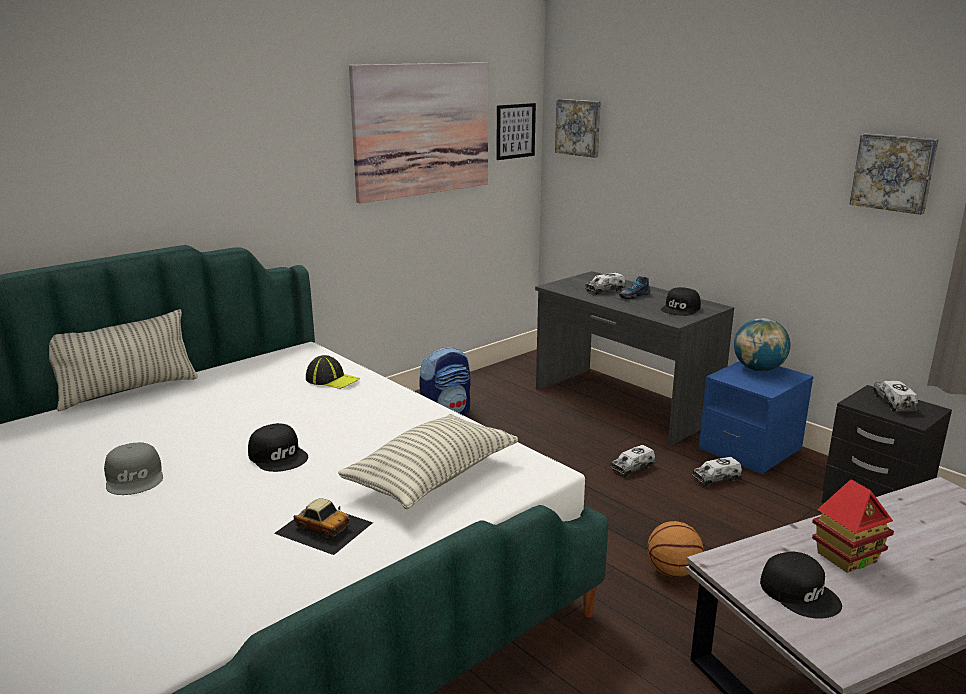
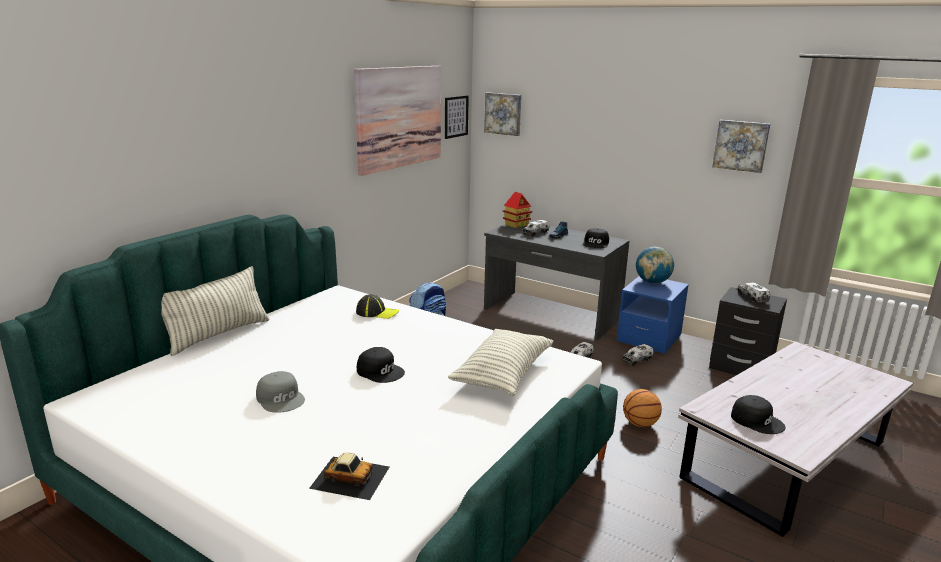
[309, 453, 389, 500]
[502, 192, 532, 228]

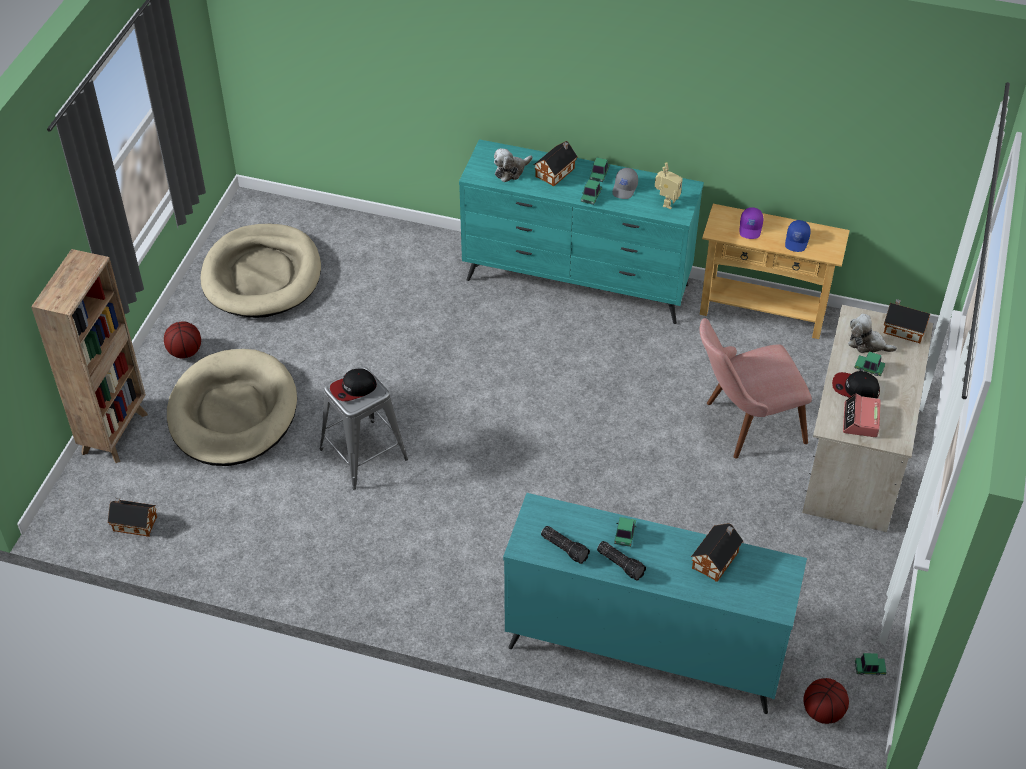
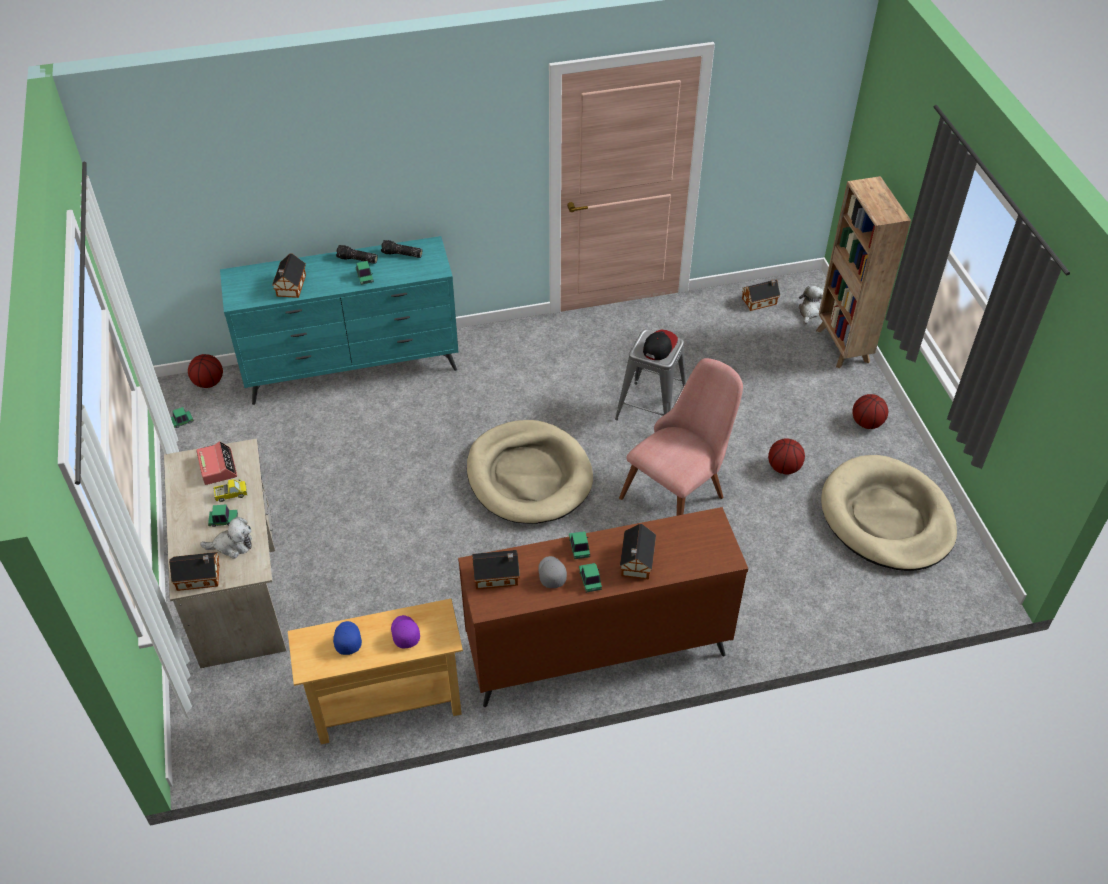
[213, 479, 248, 502]
[458, 507, 748, 707]
[467, 420, 593, 524]
[472, 550, 520, 589]
[619, 358, 743, 516]
[768, 438, 805, 474]
[799, 286, 823, 325]

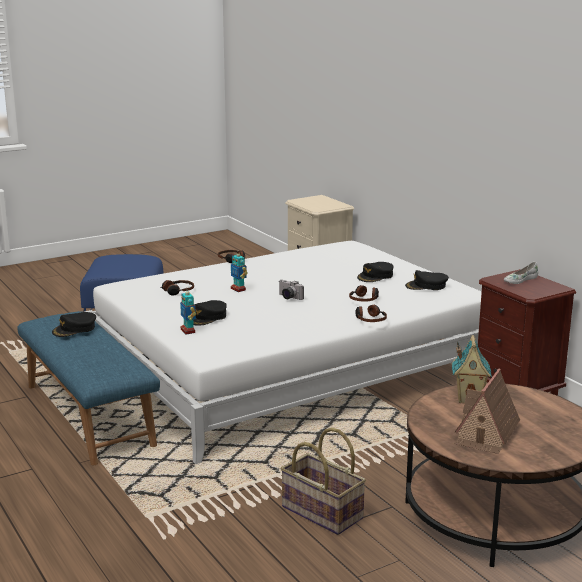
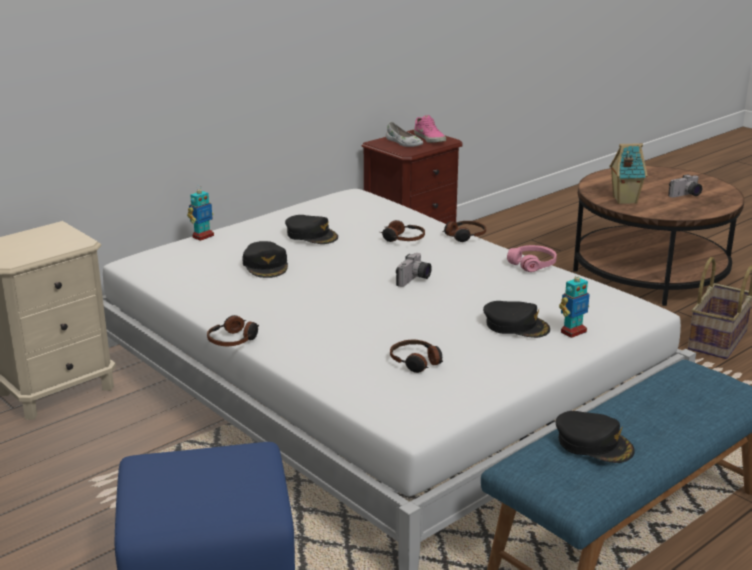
[187, 185, 214, 241]
[242, 241, 288, 278]
[414, 115, 446, 143]
[507, 245, 557, 272]
[668, 174, 702, 198]

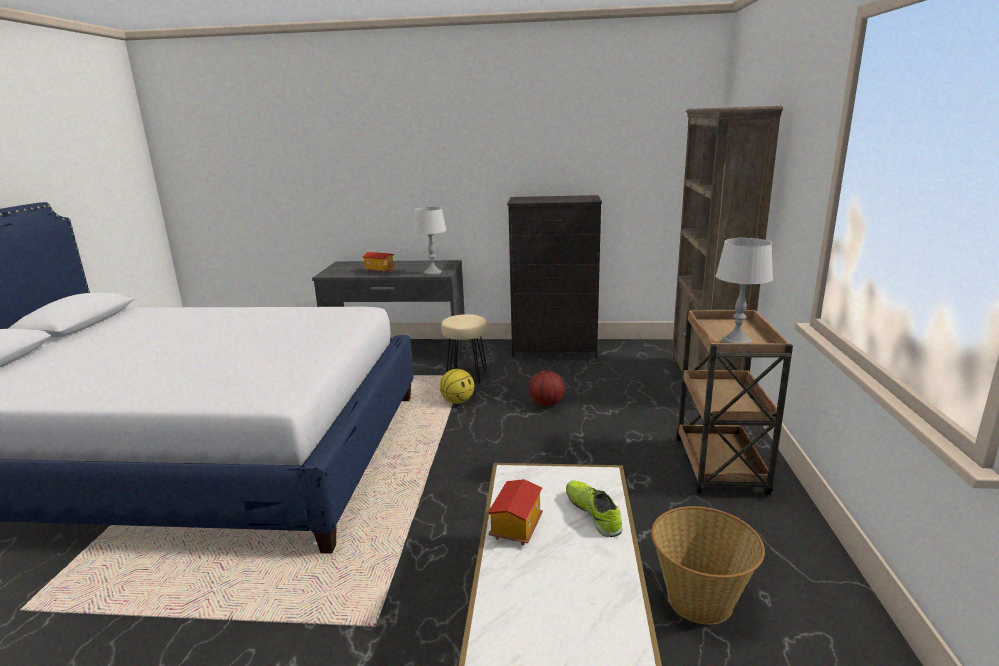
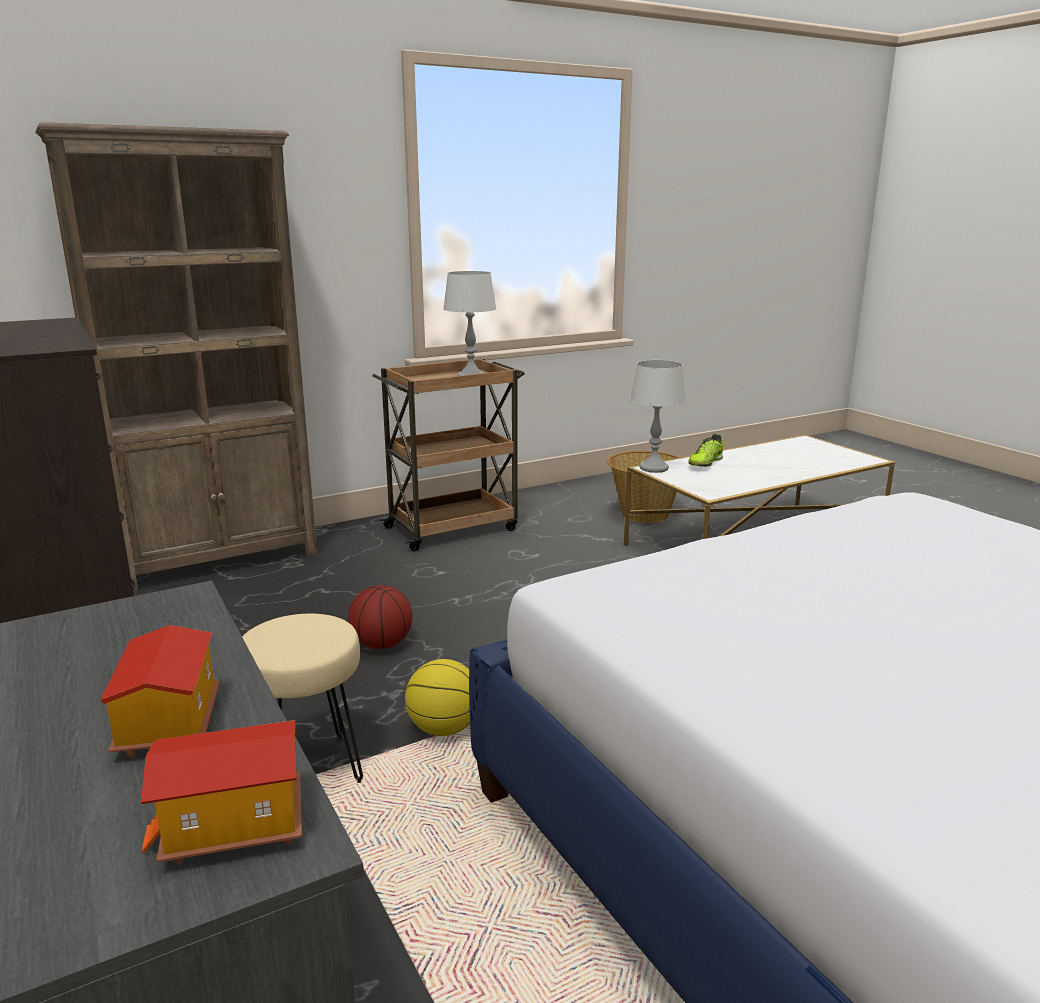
[141, 720, 302, 864]
[630, 360, 686, 473]

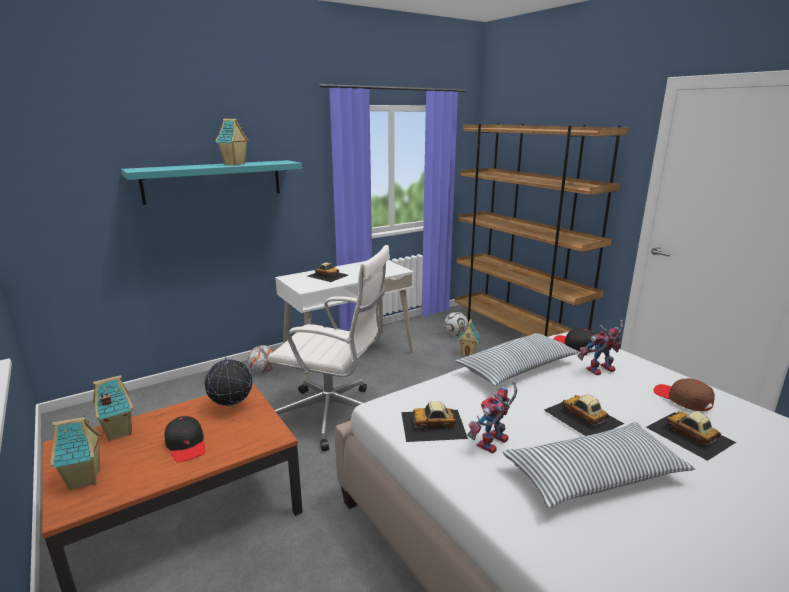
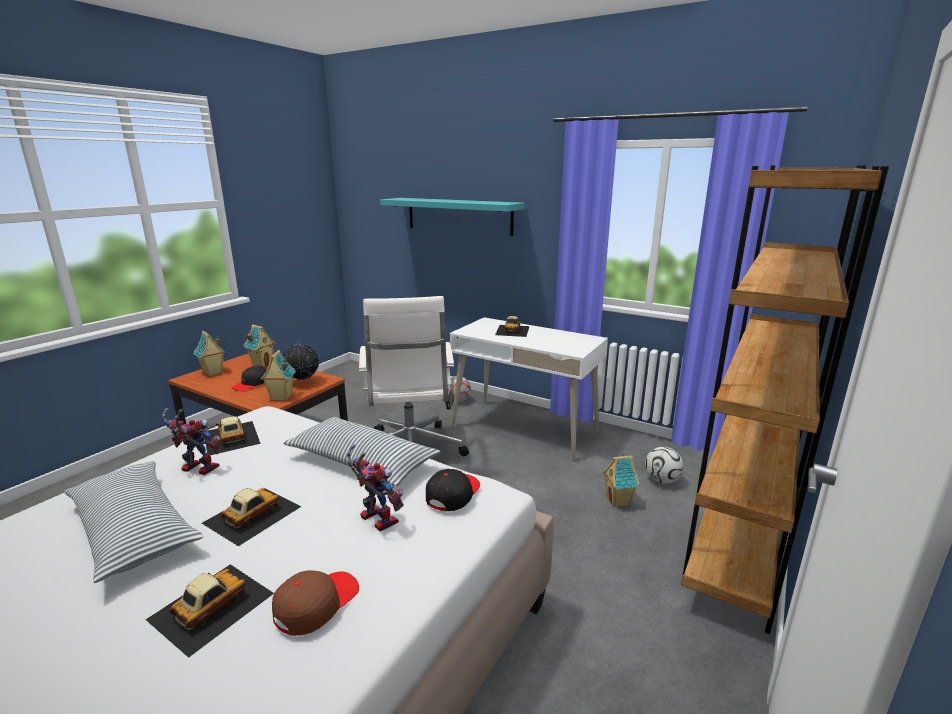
[261, 350, 295, 401]

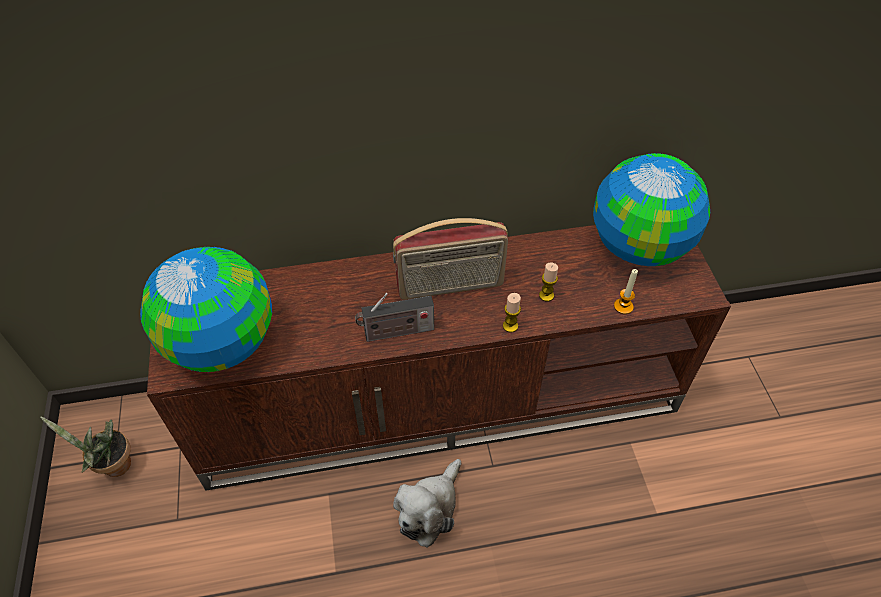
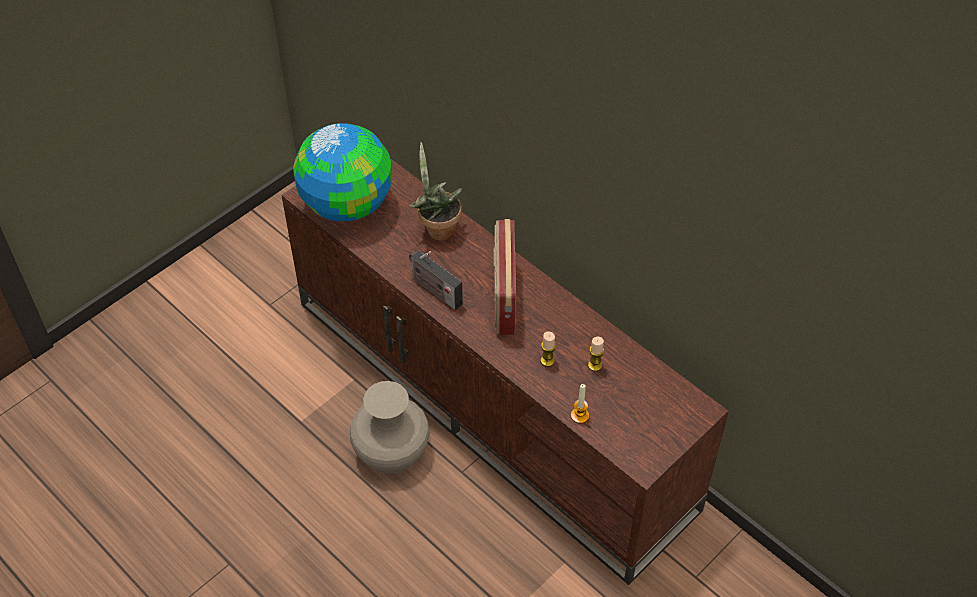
[350, 381, 430, 474]
[409, 142, 462, 241]
[494, 219, 516, 335]
[588, 337, 604, 371]
[593, 153, 710, 266] (first image)

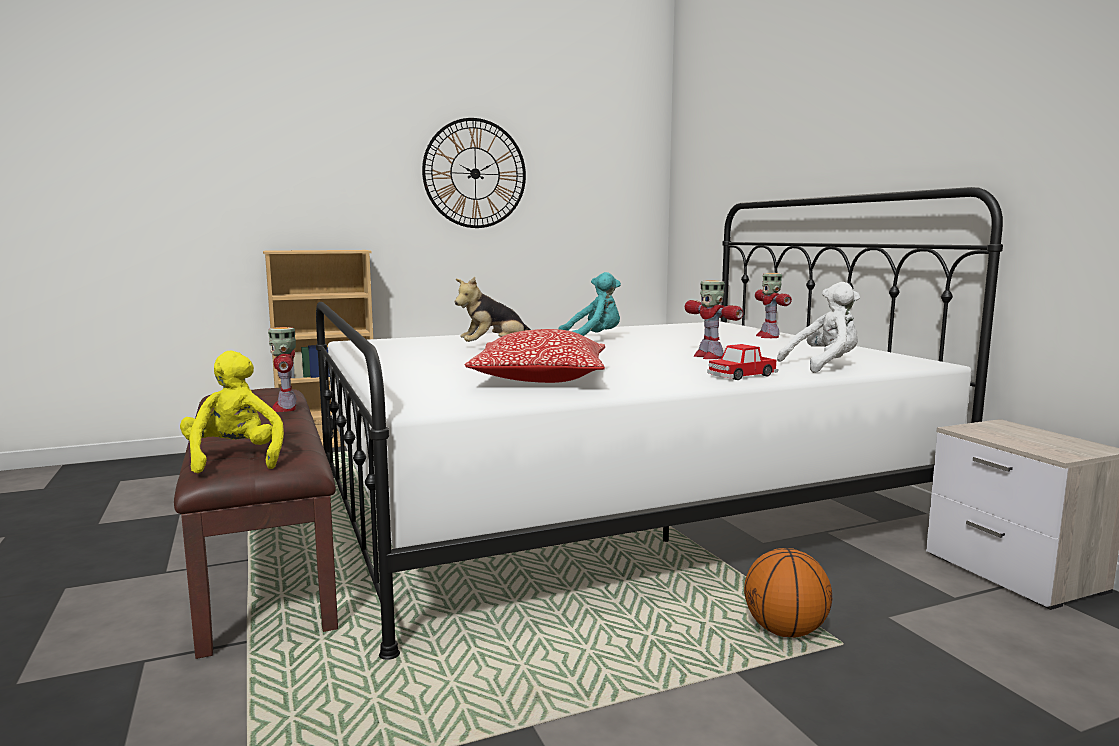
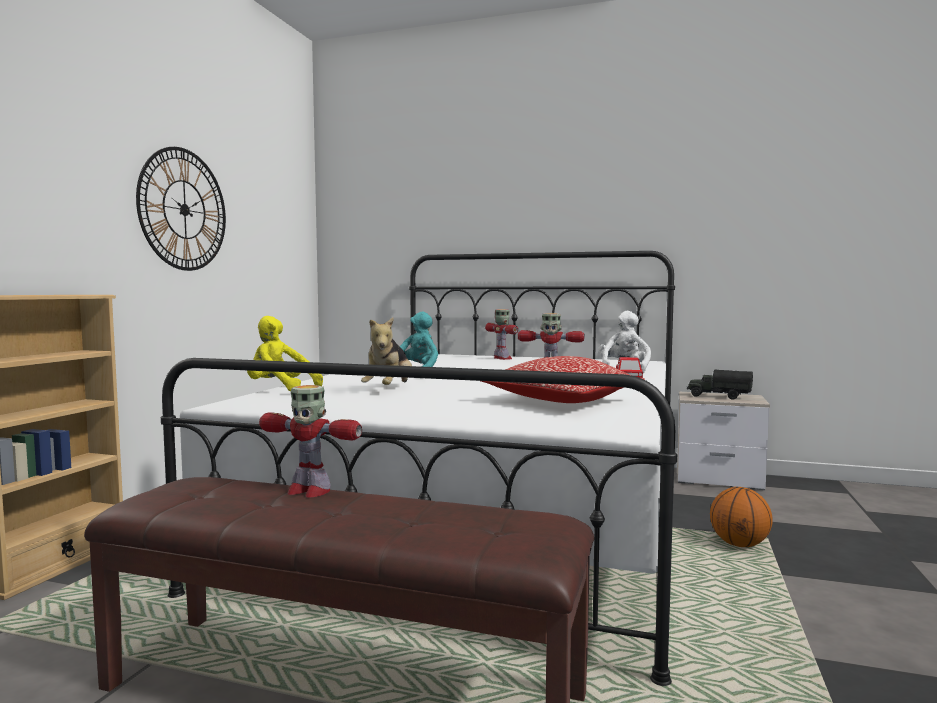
[247, 316, 323, 391]
[485, 309, 518, 360]
[687, 370, 753, 400]

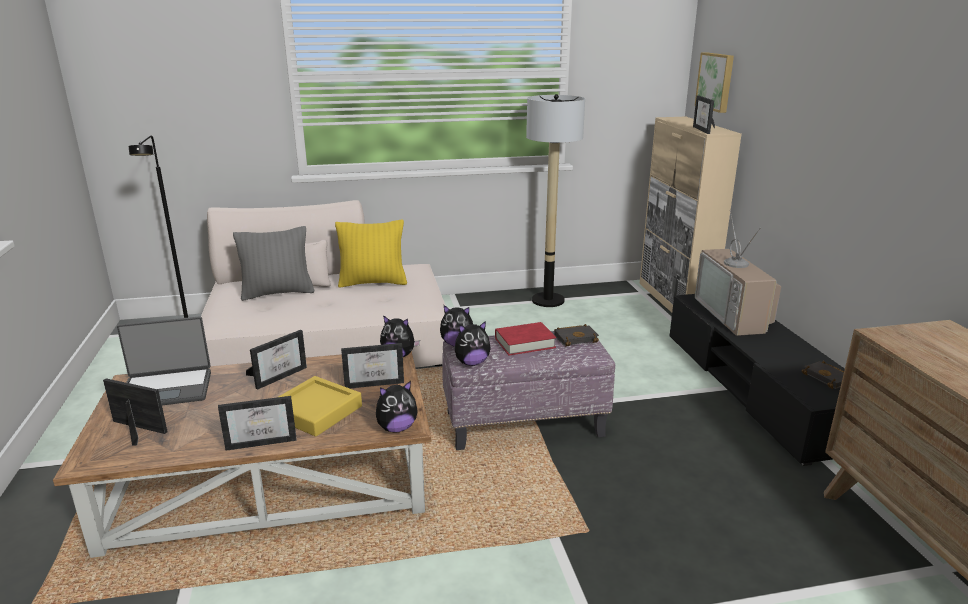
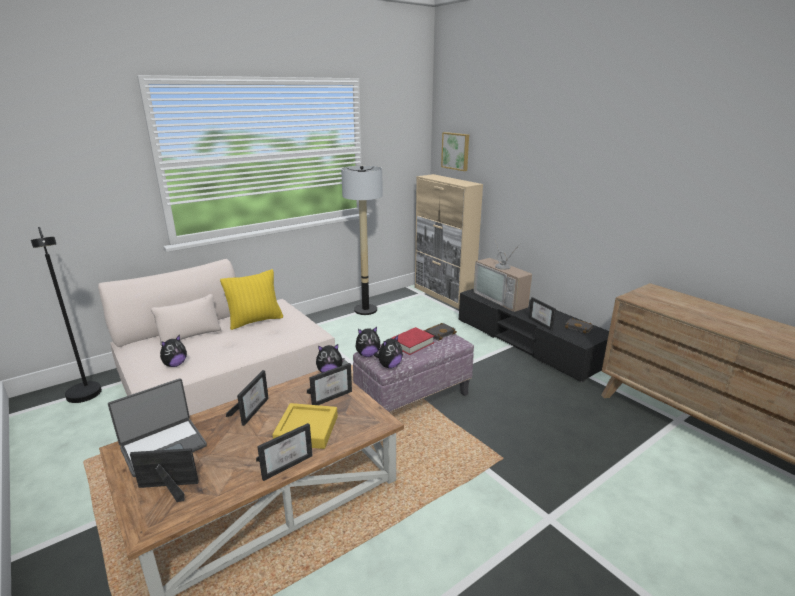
[160, 335, 187, 367]
[529, 297, 556, 331]
[233, 226, 315, 301] (first image)

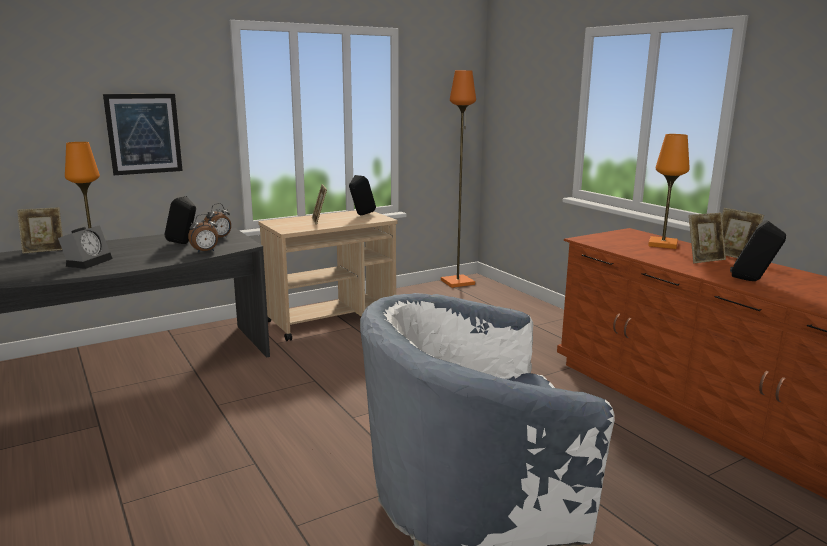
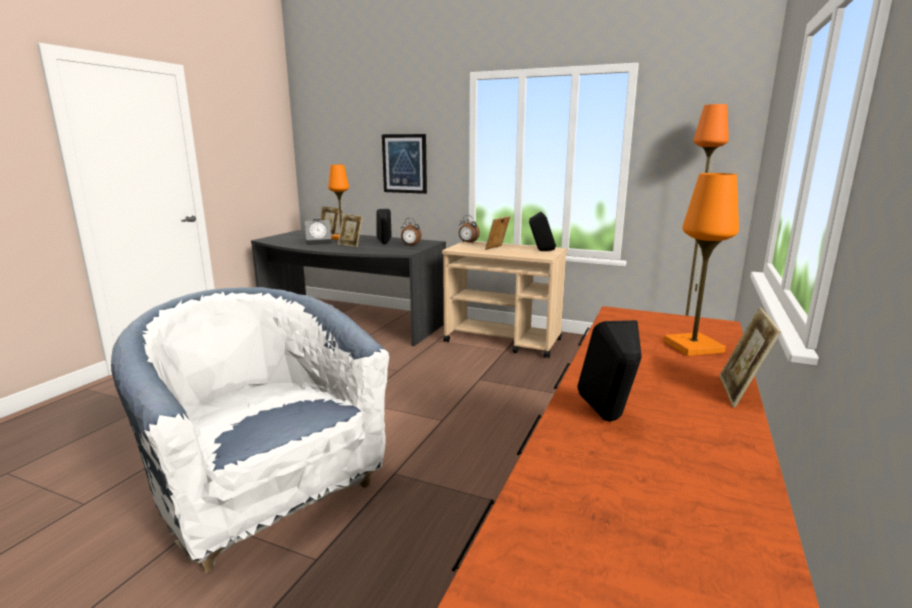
[338, 214, 363, 247]
[459, 215, 480, 243]

